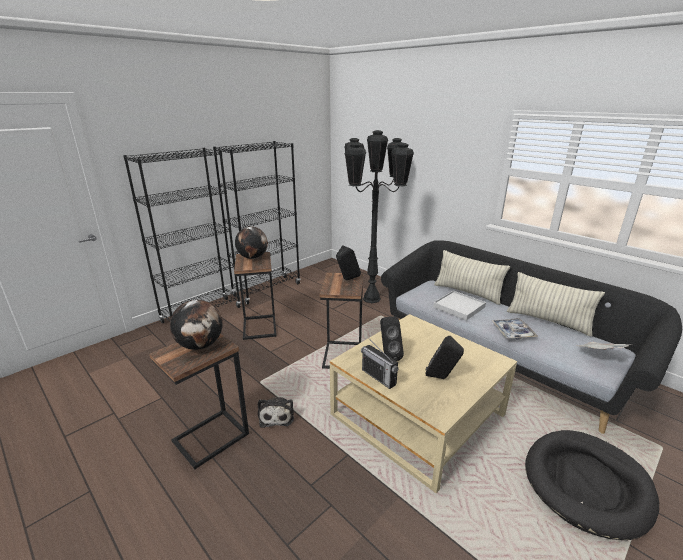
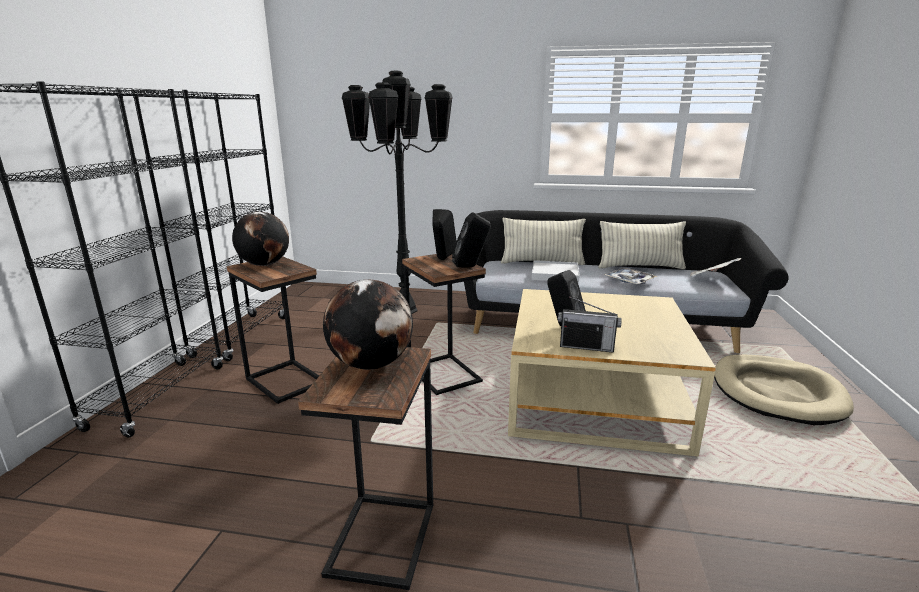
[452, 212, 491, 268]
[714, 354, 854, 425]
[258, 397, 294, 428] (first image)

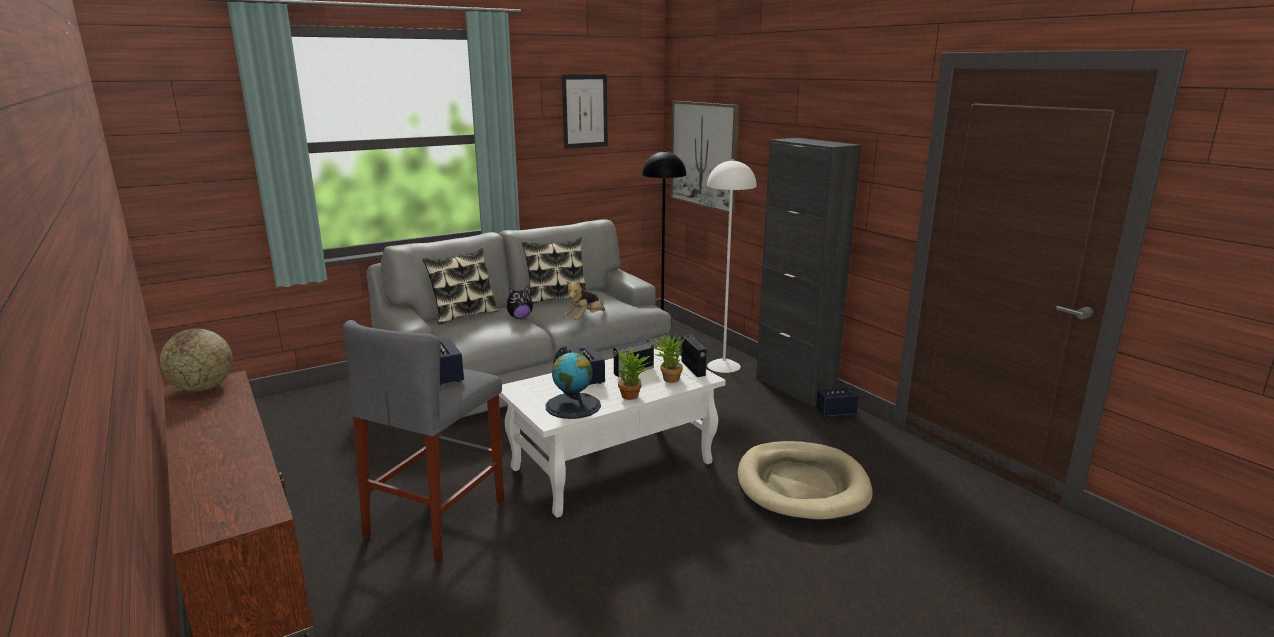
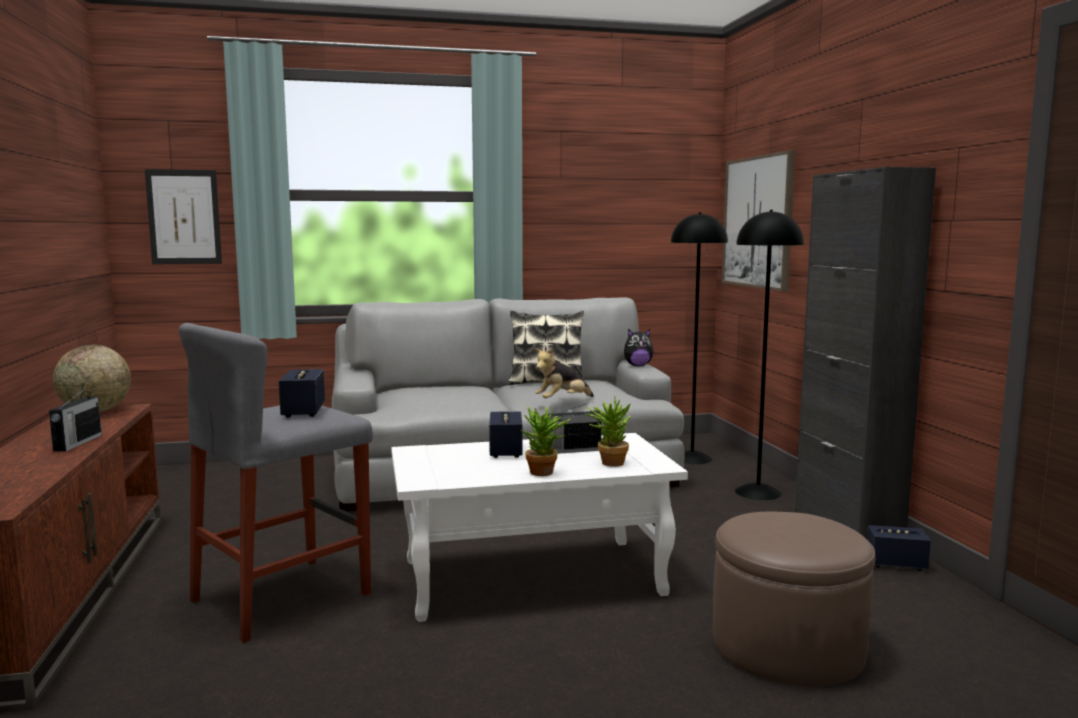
[49, 387, 102, 452]
[145, 169, 222, 264]
[624, 329, 653, 366]
[713, 512, 875, 687]
[735, 210, 804, 500]
[423, 248, 498, 325] (first image)
[546, 346, 601, 419] (first image)

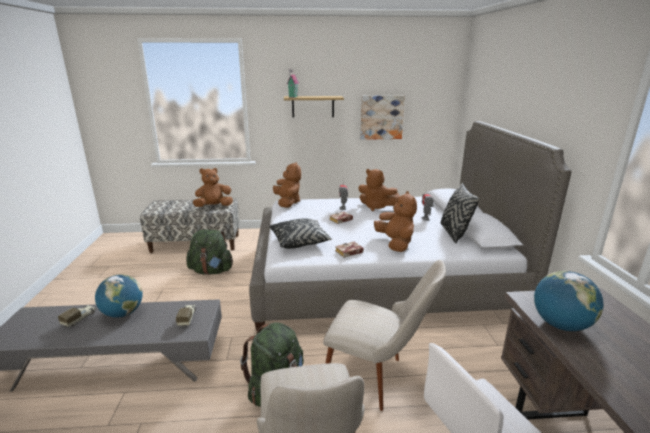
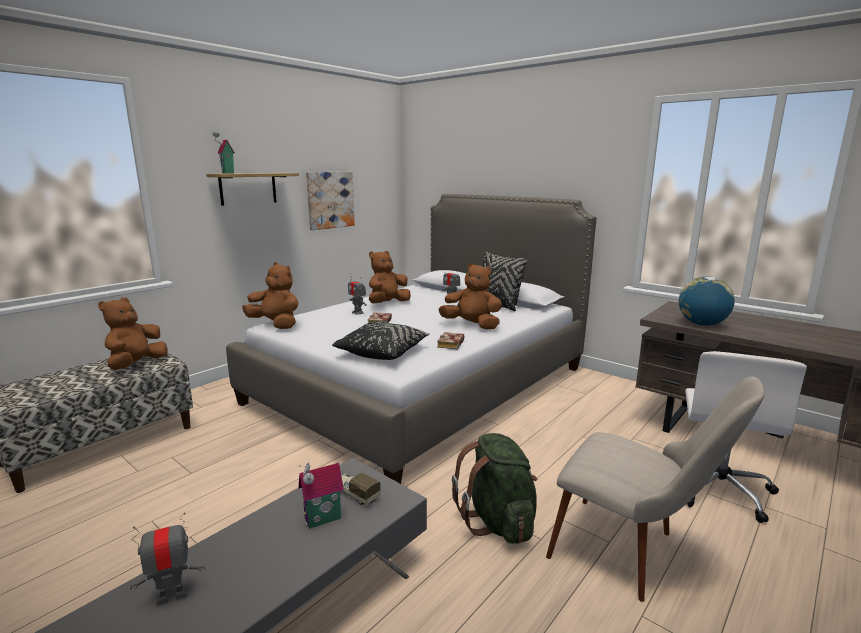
[130, 512, 205, 606]
[298, 462, 344, 529]
[369, 251, 411, 303]
[95, 274, 143, 318] (first image)
[186, 229, 233, 275] (first image)
[323, 260, 446, 411] (first image)

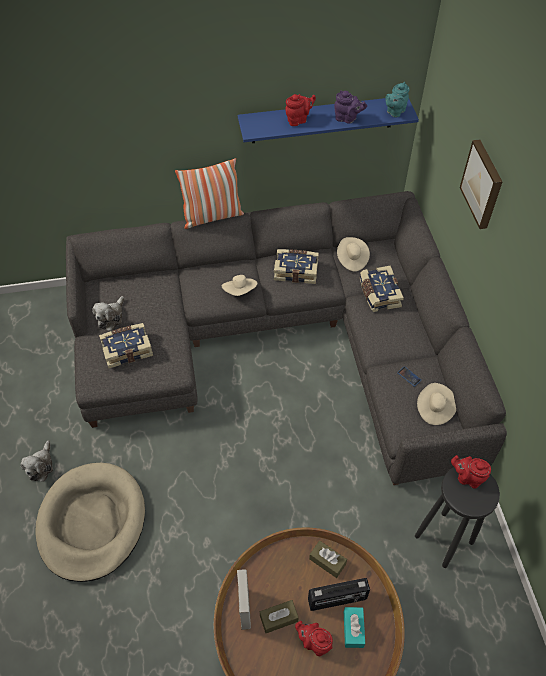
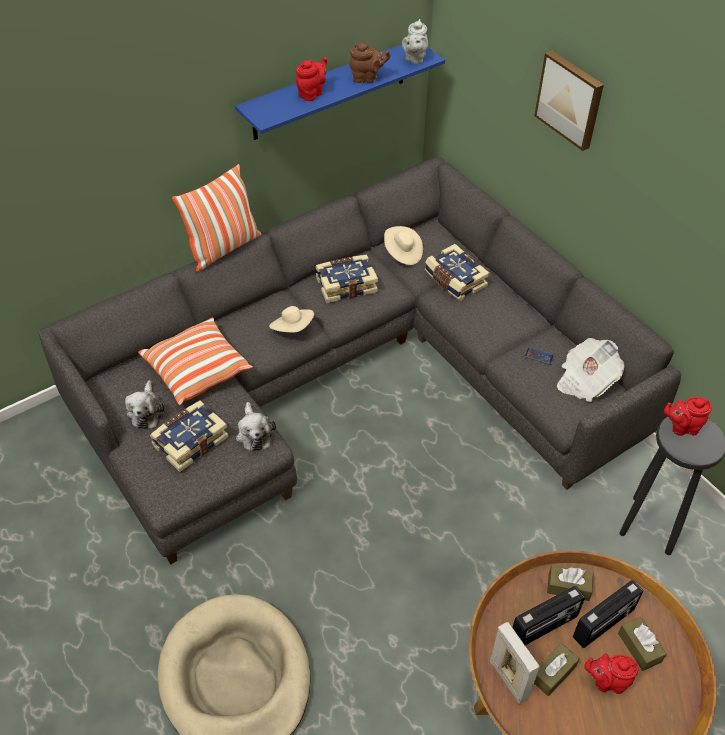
[138, 317, 253, 405]
[236, 402, 276, 452]
[349, 43, 391, 83]
[402, 19, 428, 64]
[512, 586, 585, 645]
[557, 338, 624, 402]
[618, 617, 666, 671]

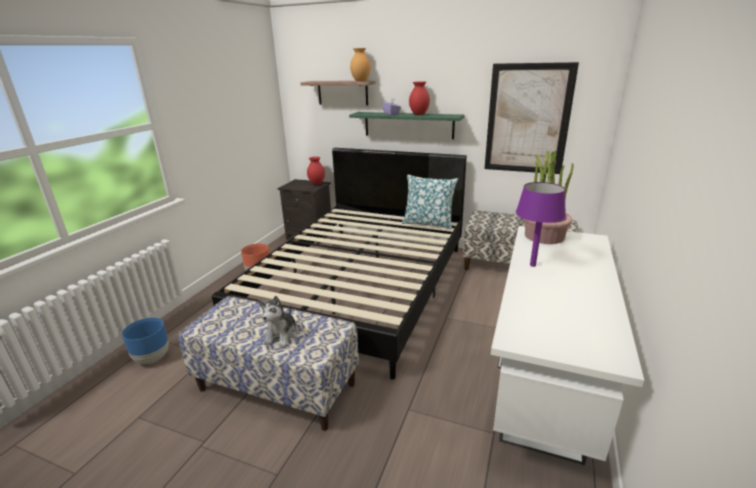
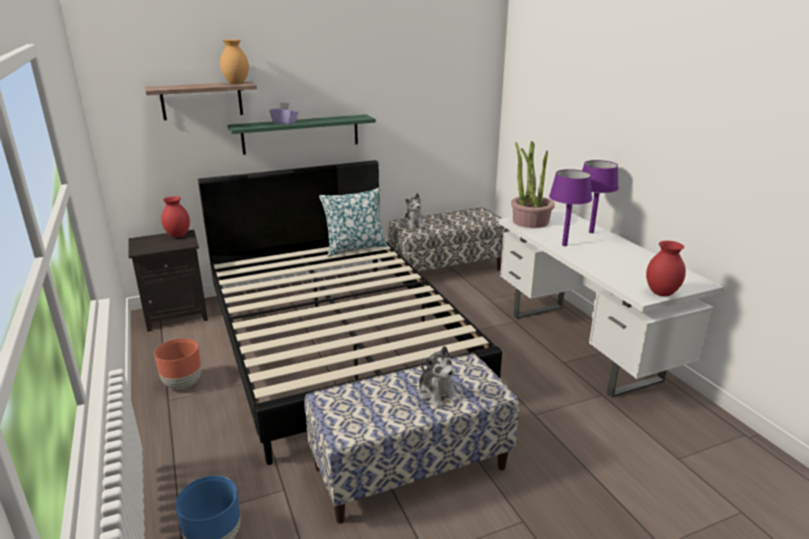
[403, 193, 425, 229]
[582, 160, 619, 233]
[646, 241, 686, 296]
[485, 62, 579, 174] (first image)

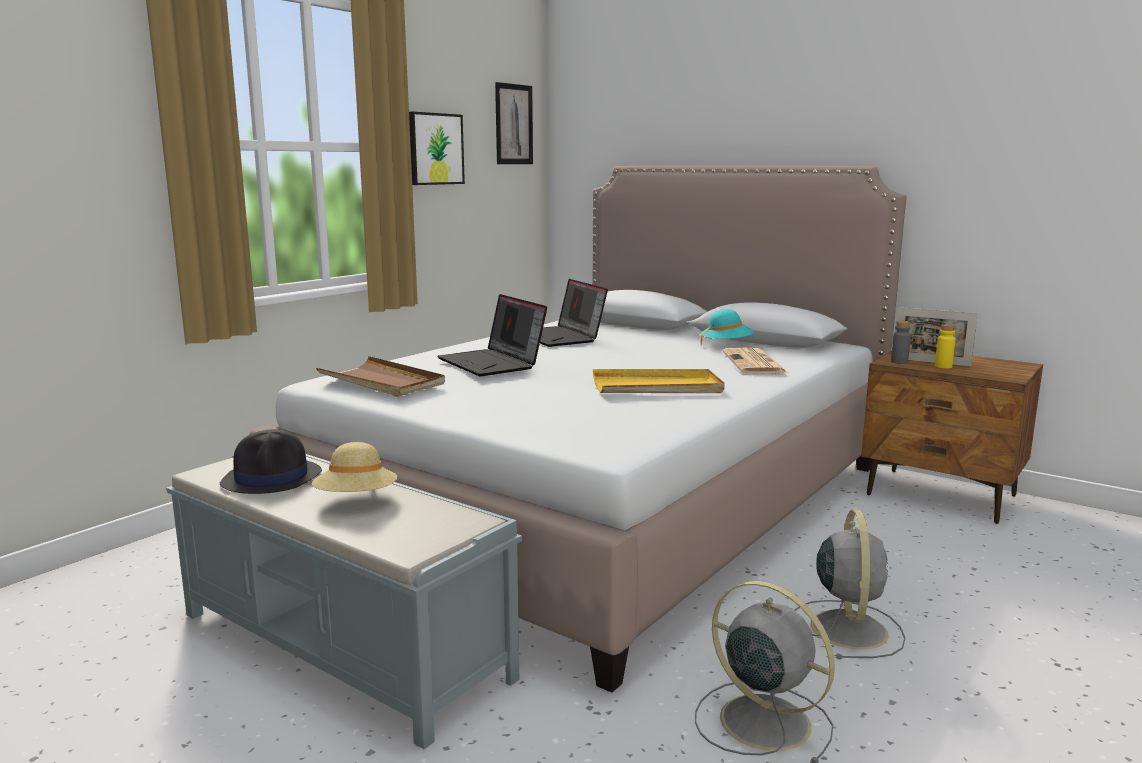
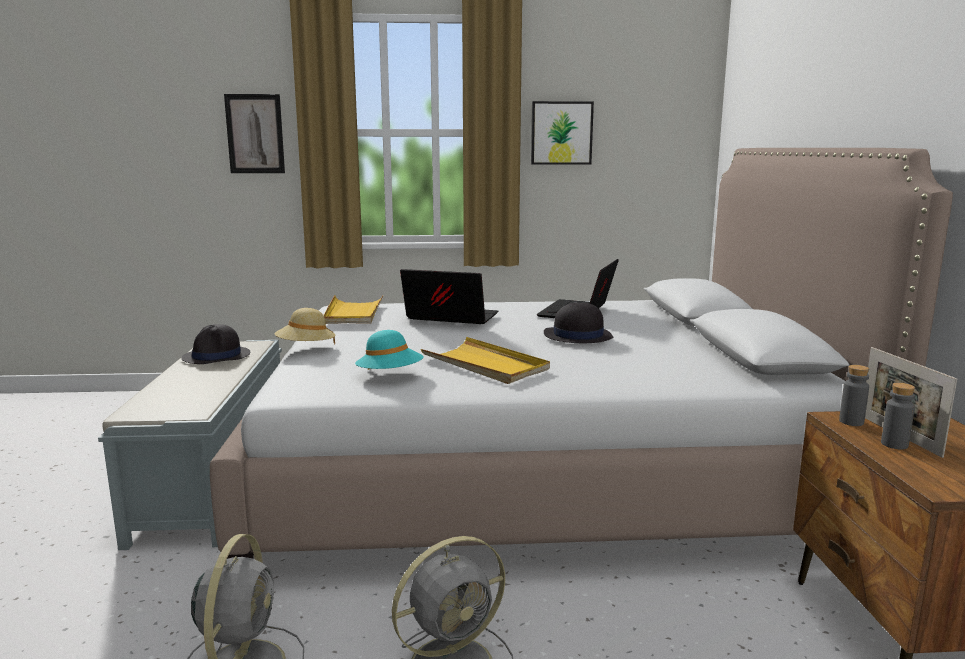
[224, 94, 285, 173]
[275, 308, 336, 345]
[324, 295, 383, 324]
[355, 330, 424, 370]
[400, 269, 498, 324]
[544, 301, 613, 343]
[881, 383, 915, 449]
[722, 348, 788, 374] (first image)

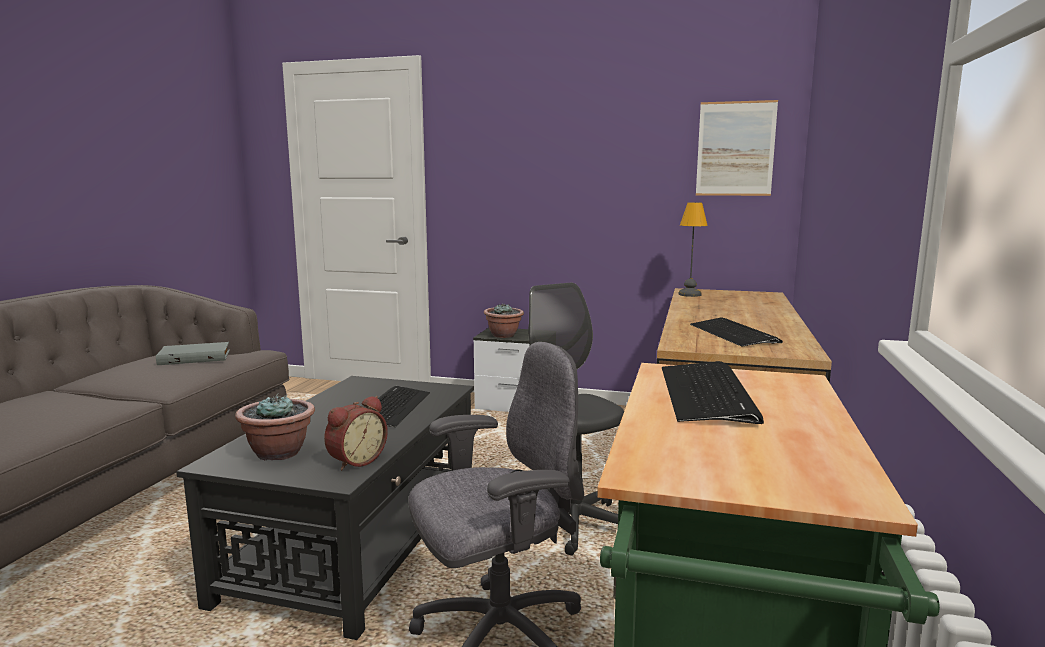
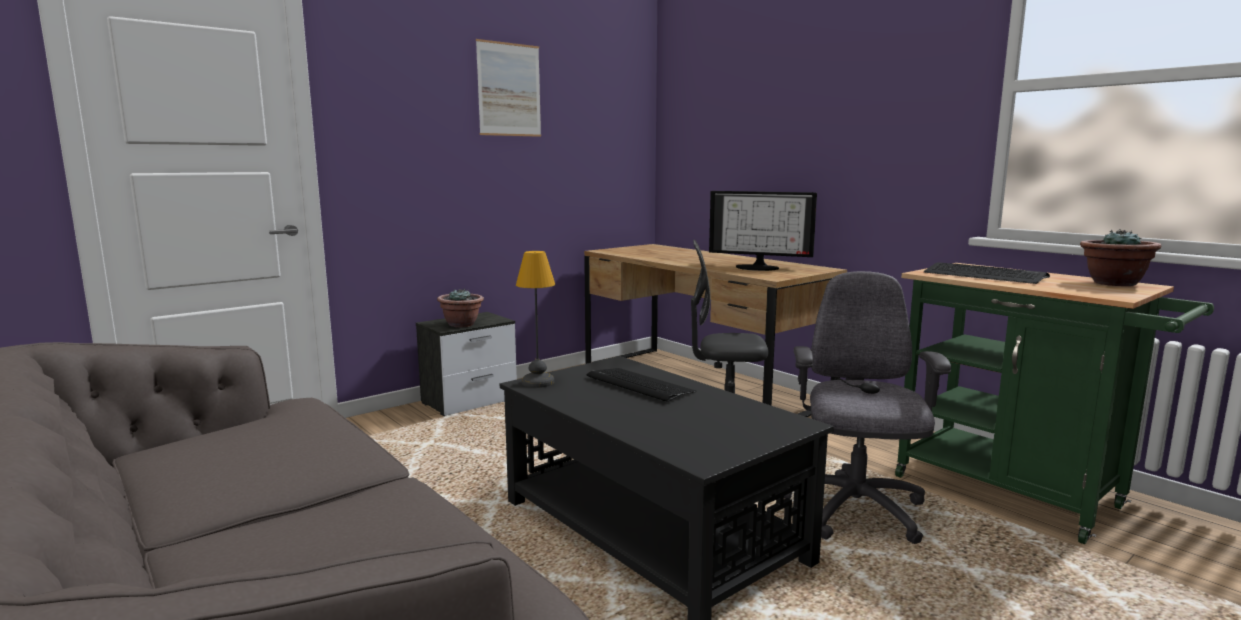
[476, 39, 541, 137]
[516, 251, 555, 388]
[709, 191, 817, 271]
[1080, 229, 1161, 286]
[156, 342, 230, 365] (first image)
[324, 396, 388, 471] (first image)

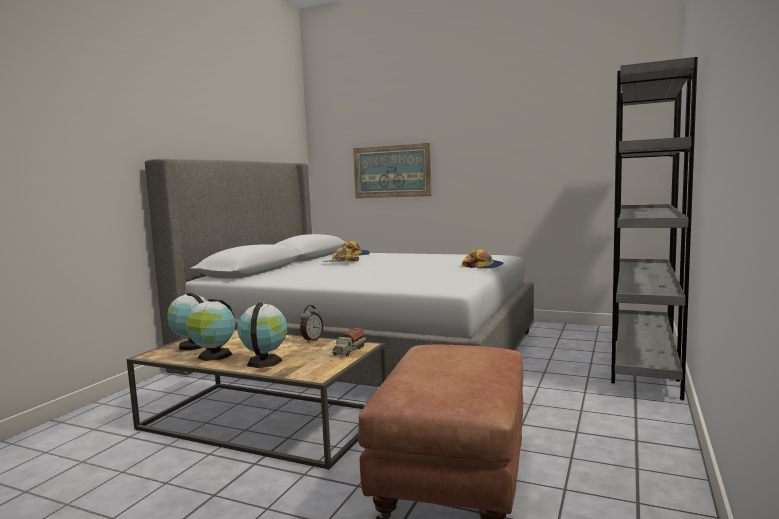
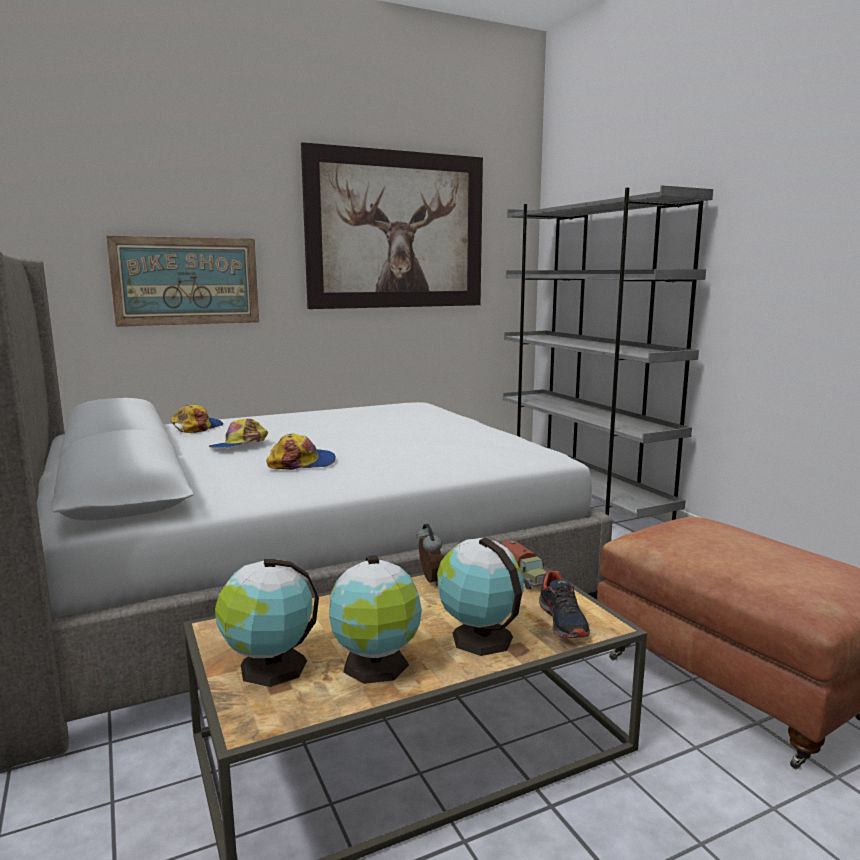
[266, 434, 336, 470]
[301, 142, 483, 309]
[539, 570, 590, 638]

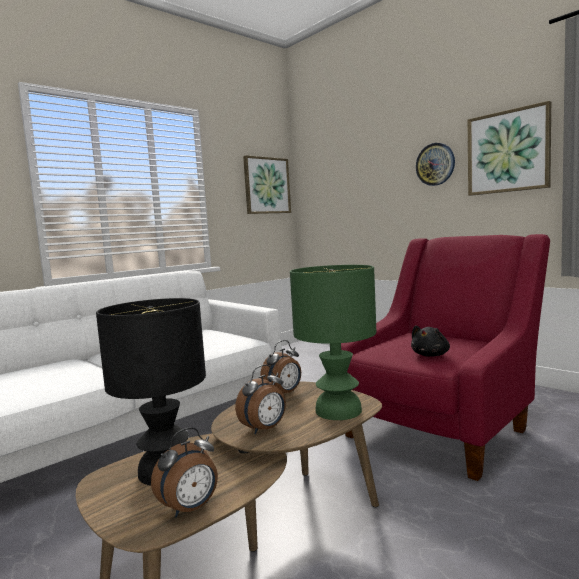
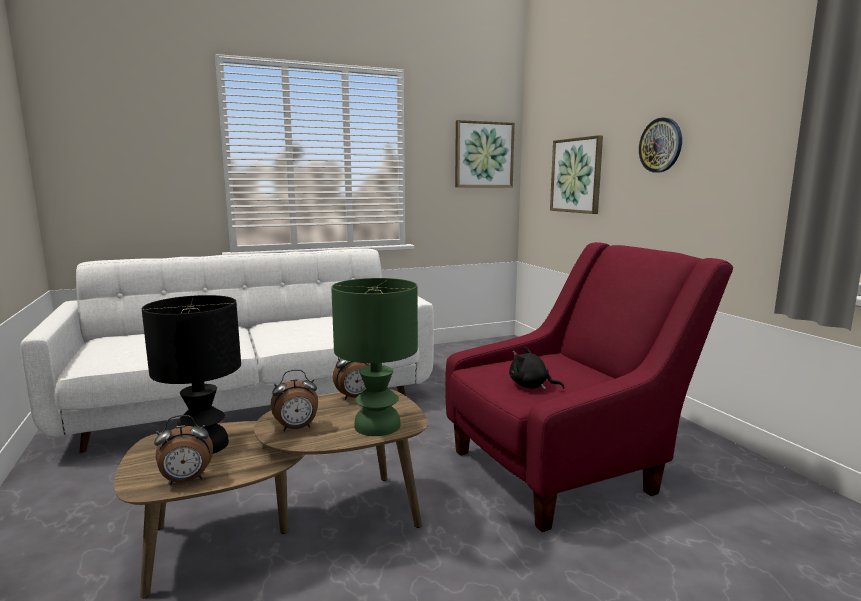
[509, 347, 565, 390]
[550, 135, 603, 214]

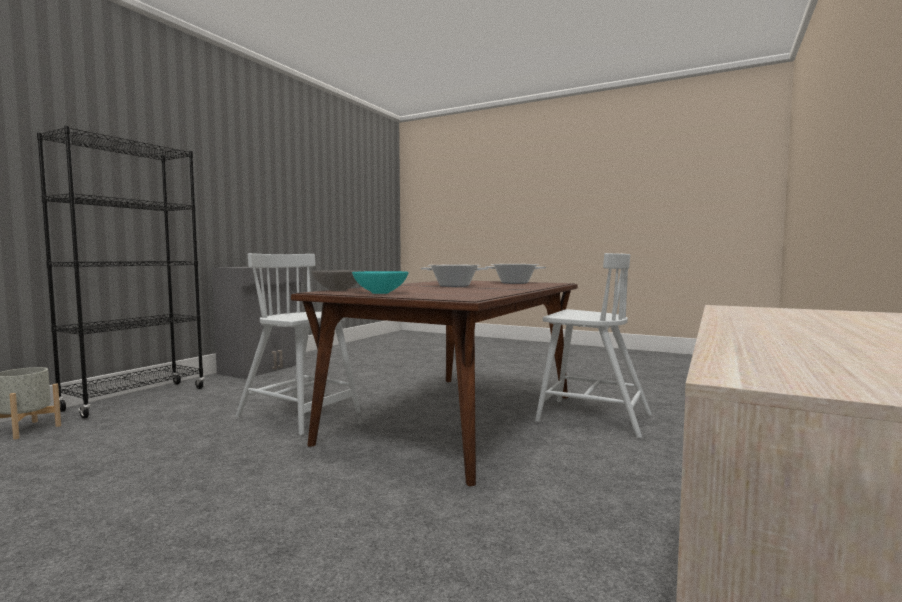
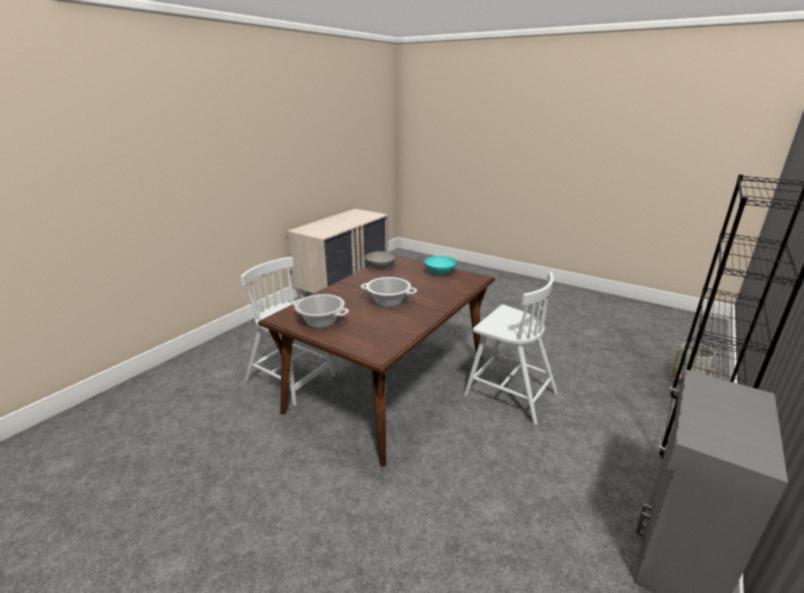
[365, 251, 397, 270]

